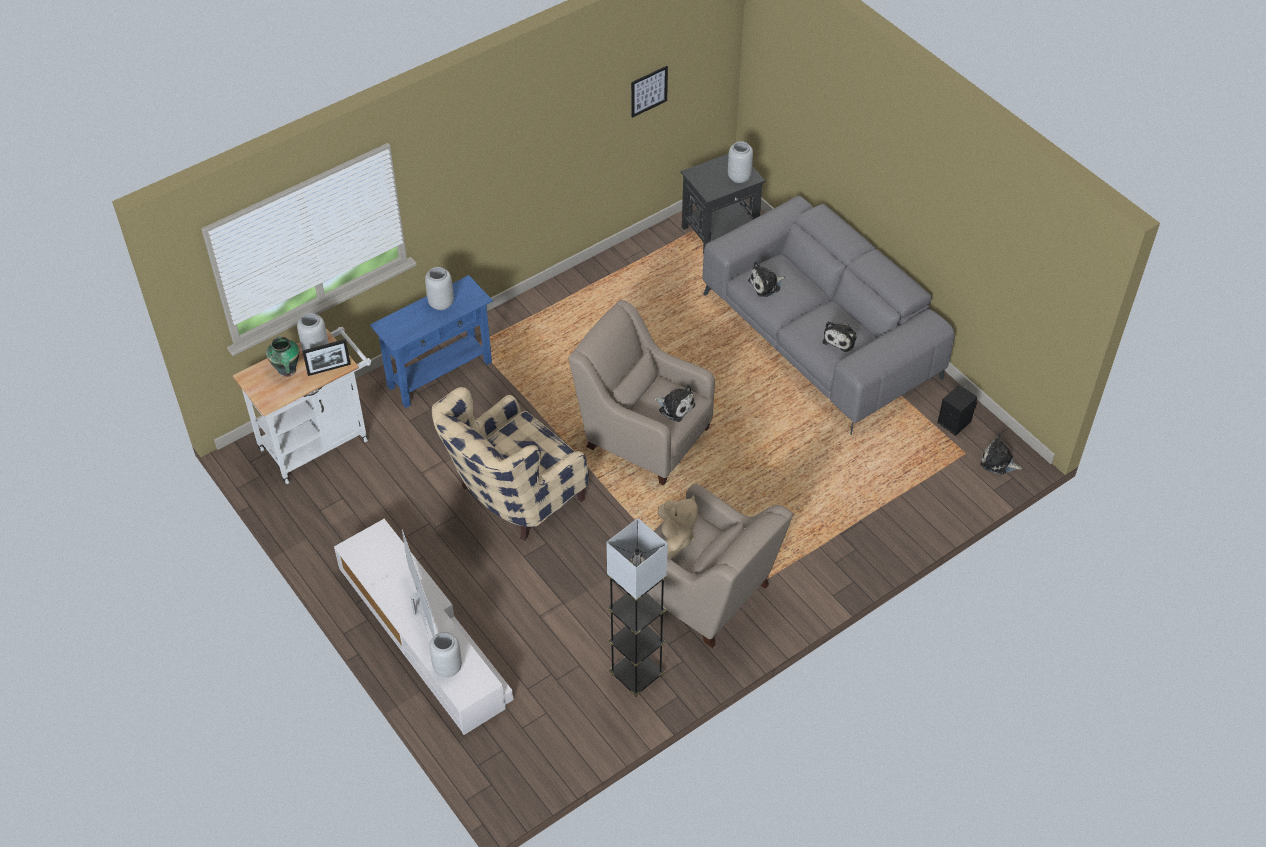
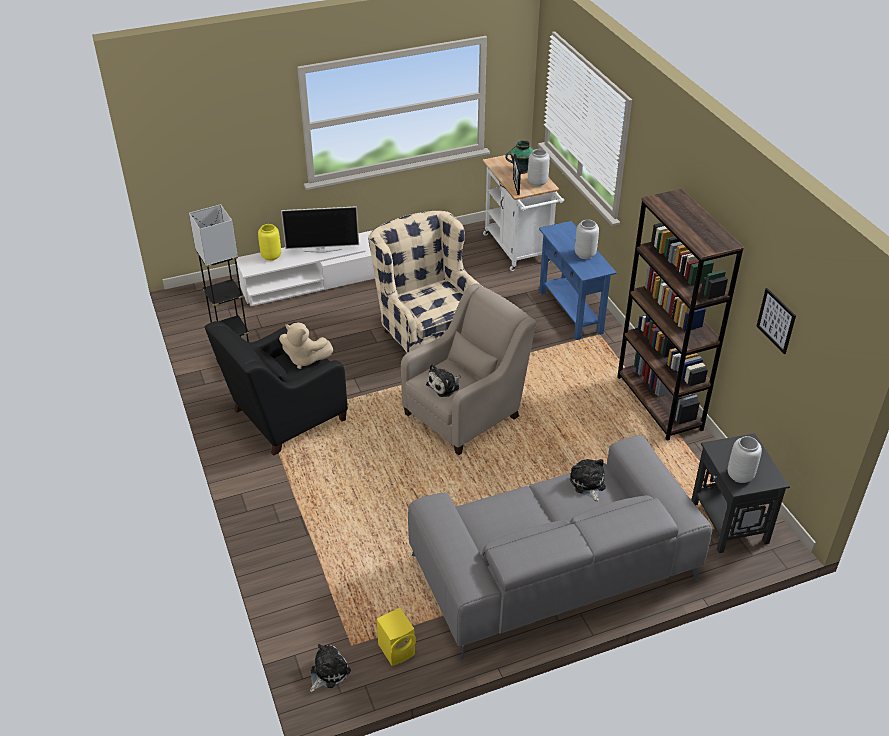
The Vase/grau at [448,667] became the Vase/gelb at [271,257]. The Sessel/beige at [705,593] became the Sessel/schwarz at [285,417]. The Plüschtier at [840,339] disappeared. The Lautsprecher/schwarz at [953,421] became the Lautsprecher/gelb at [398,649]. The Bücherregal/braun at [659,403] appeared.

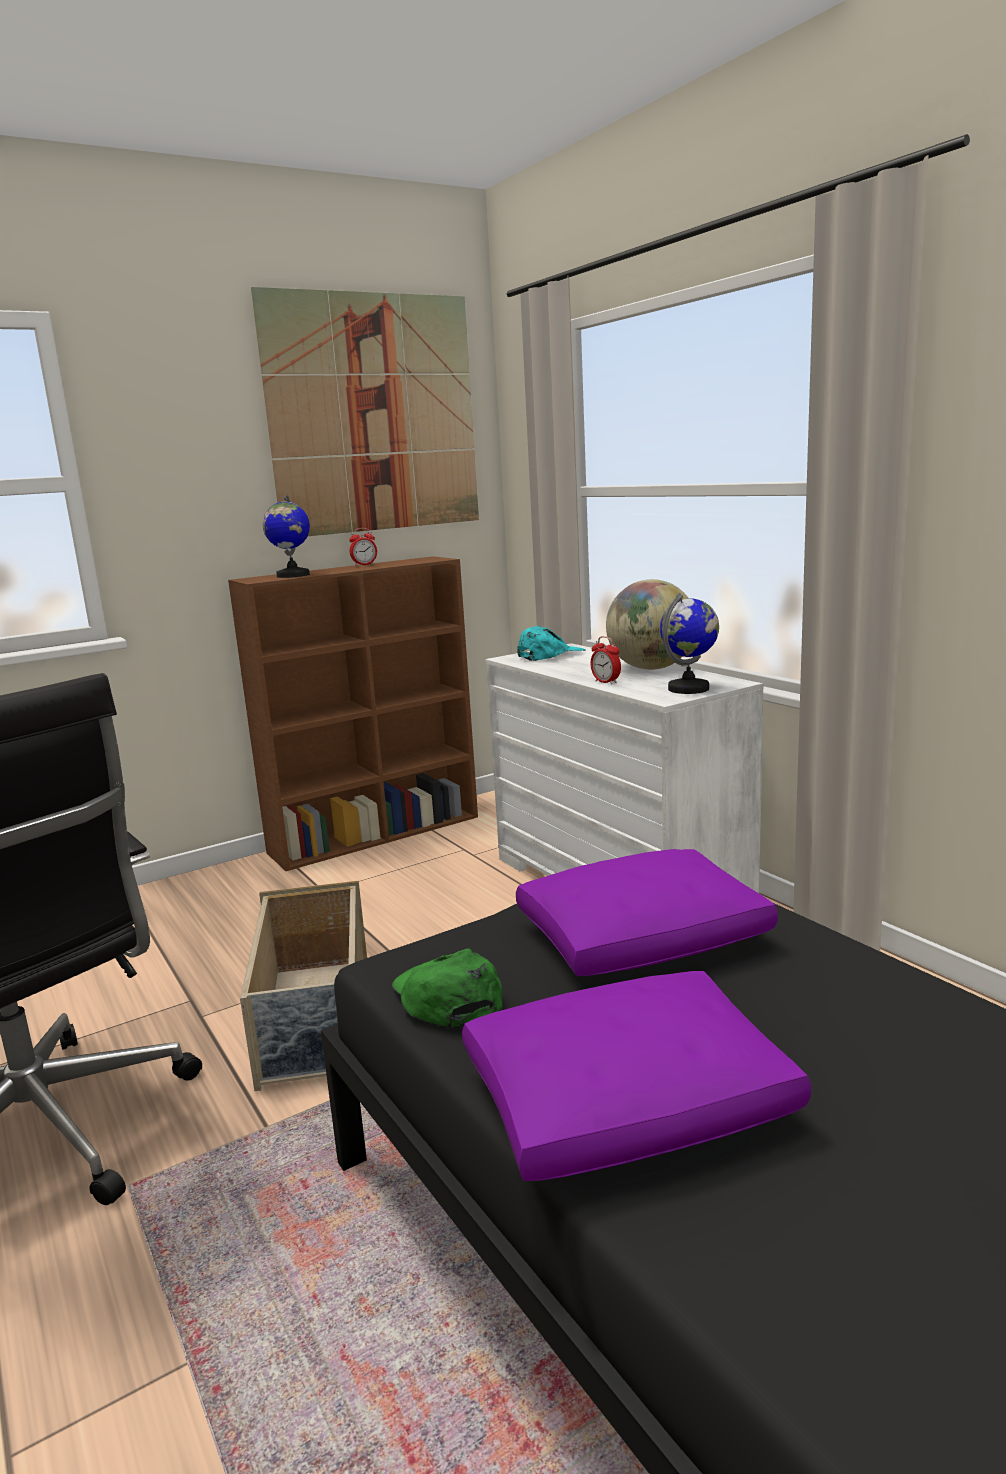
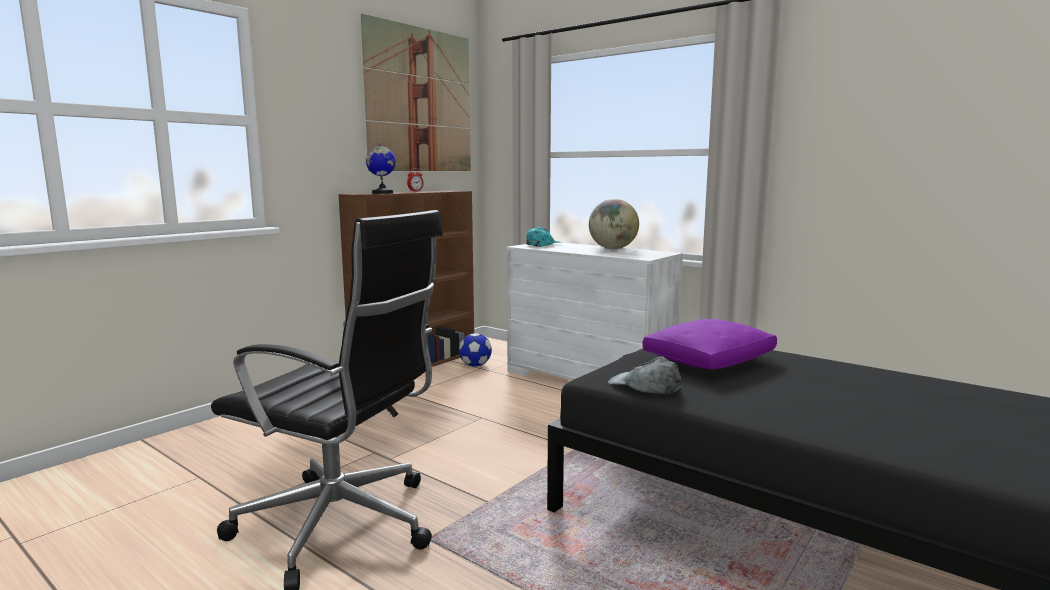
The Aufbewahrungsbox/beige at [316,1021] disappeared. The Kappe/grün at [447,996] became the Kappe/grau at [644,386]. The Kissen/lila at [624,1105] disappeared. The Wecker at [606,682] disappeared. The Globus at [689,689] disappeared. The Fußball at [475,365] appeared.

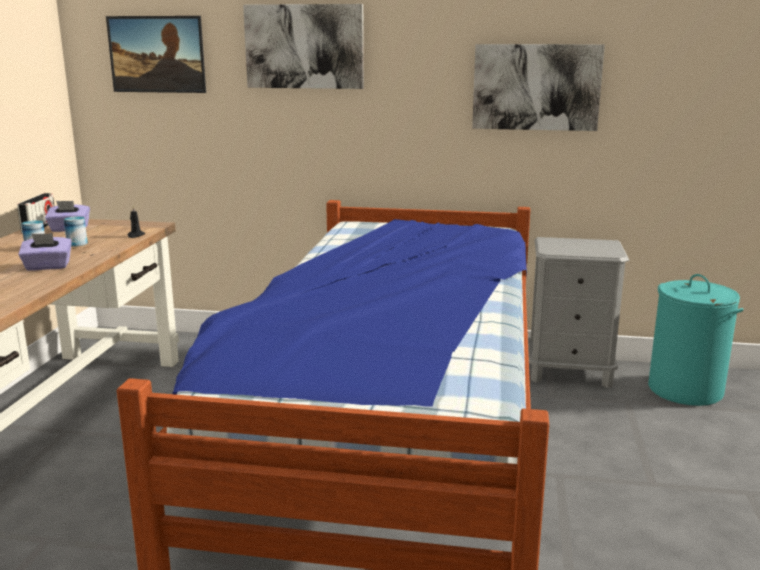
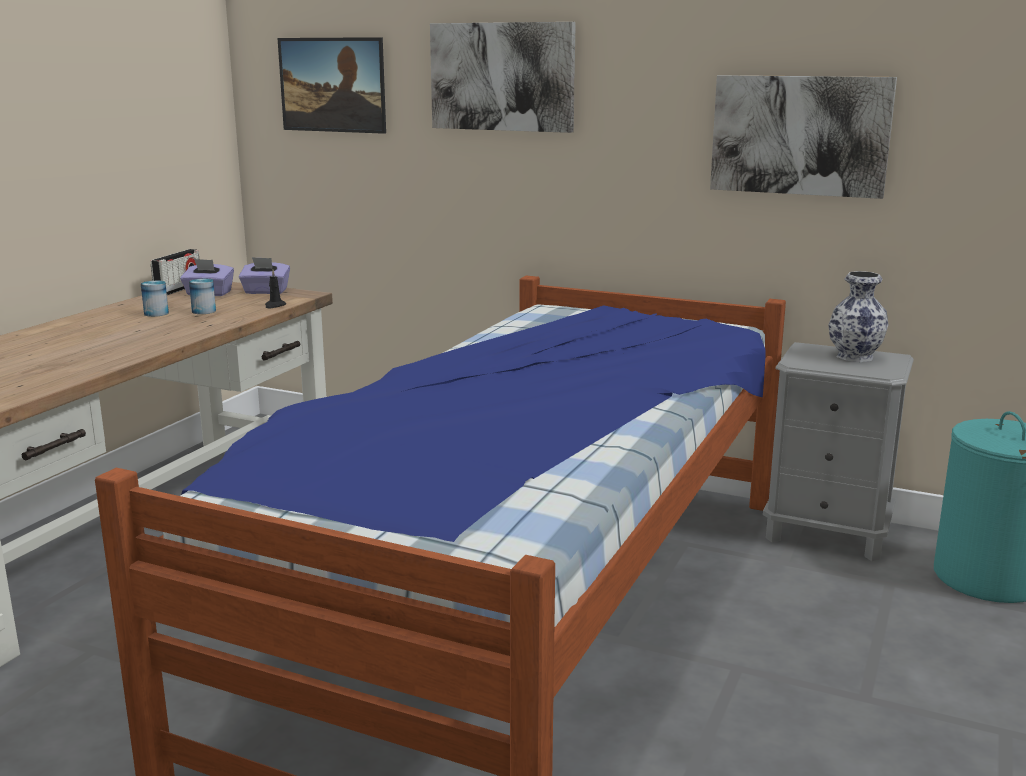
The Taschentuchbox/lila moved from [48,267] to [265,291]. The Vase at [854,357] appeared.

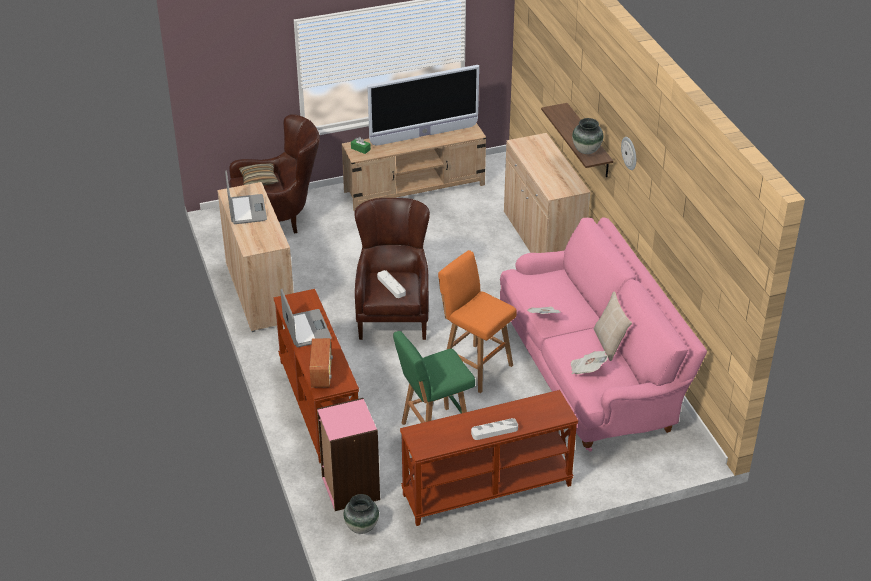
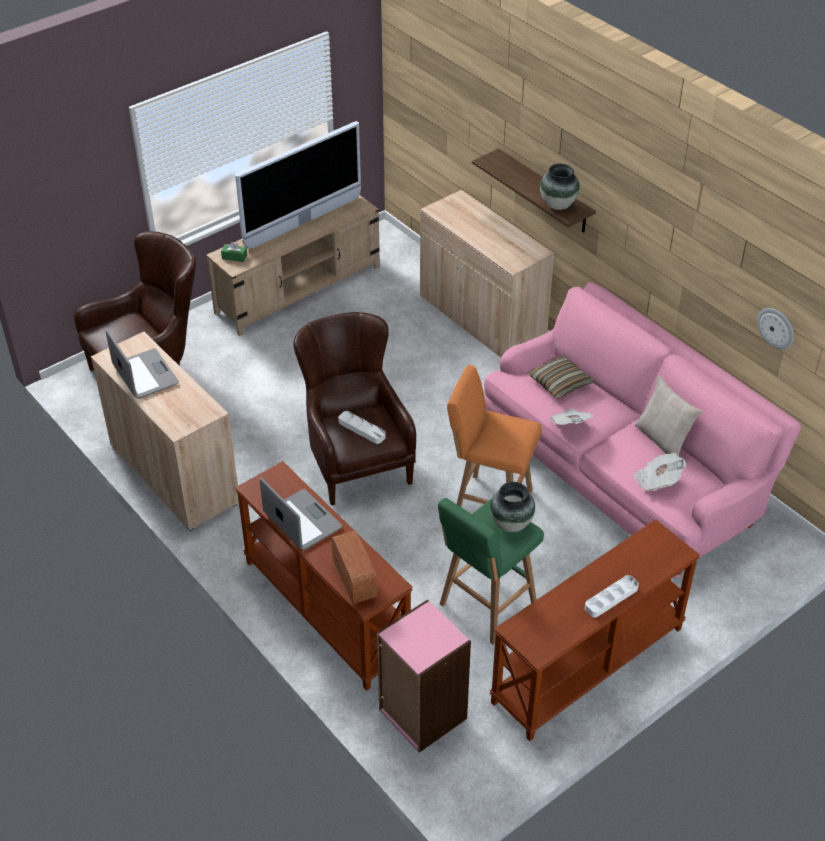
The Kissen moved from [259,180] to [559,383]. The Vase moved from [362,527] to [511,524]. The Wanduhr moved from [629,153] to [776,328].

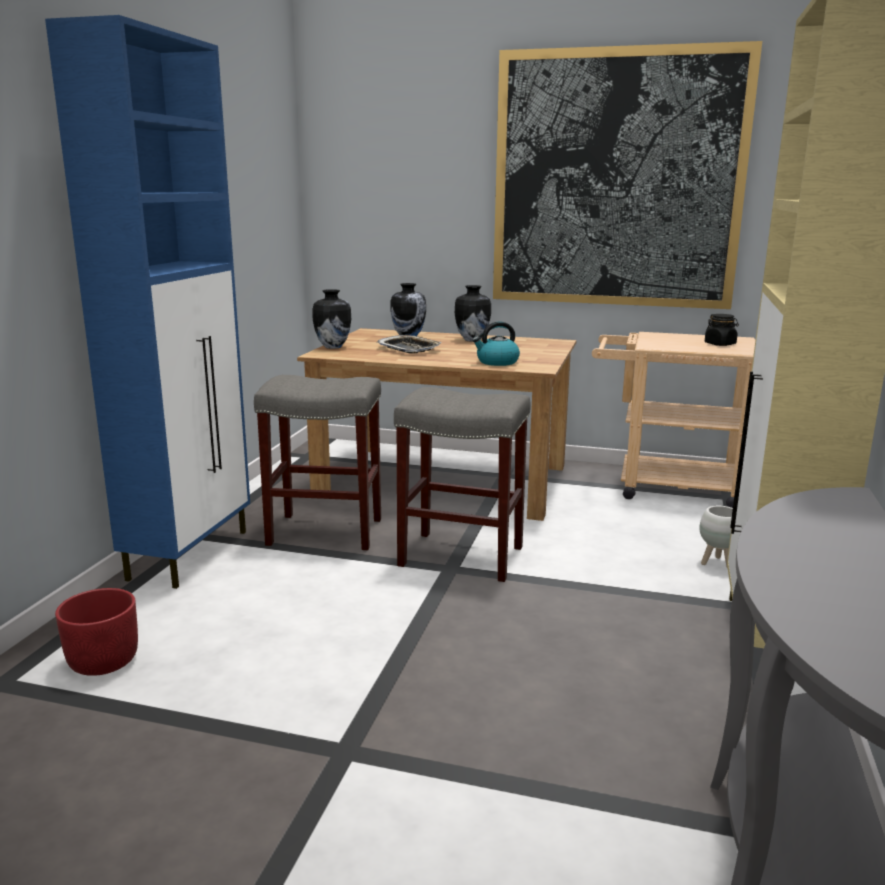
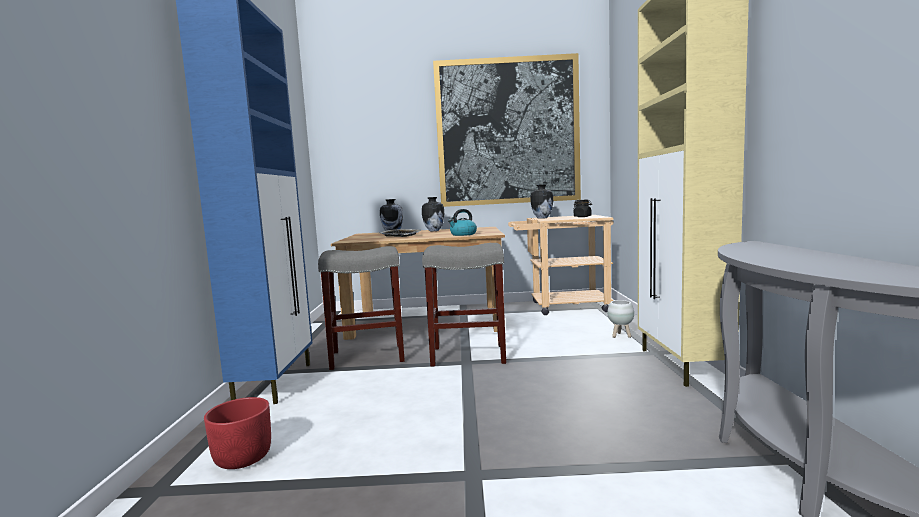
The Vase moved from [332,347] to [542,218].

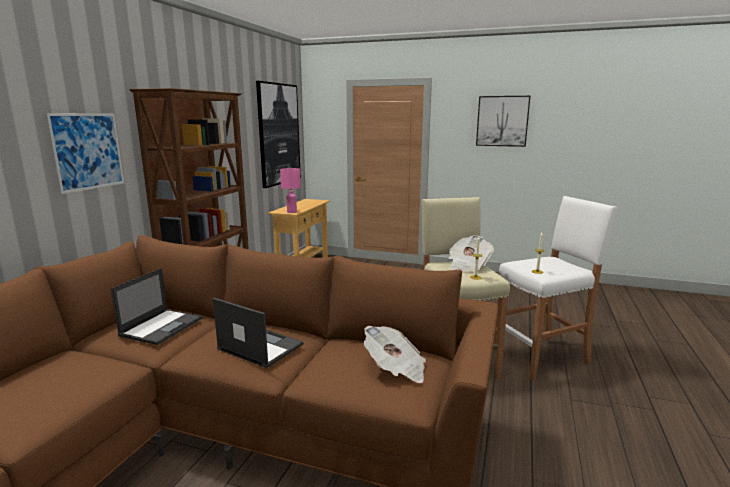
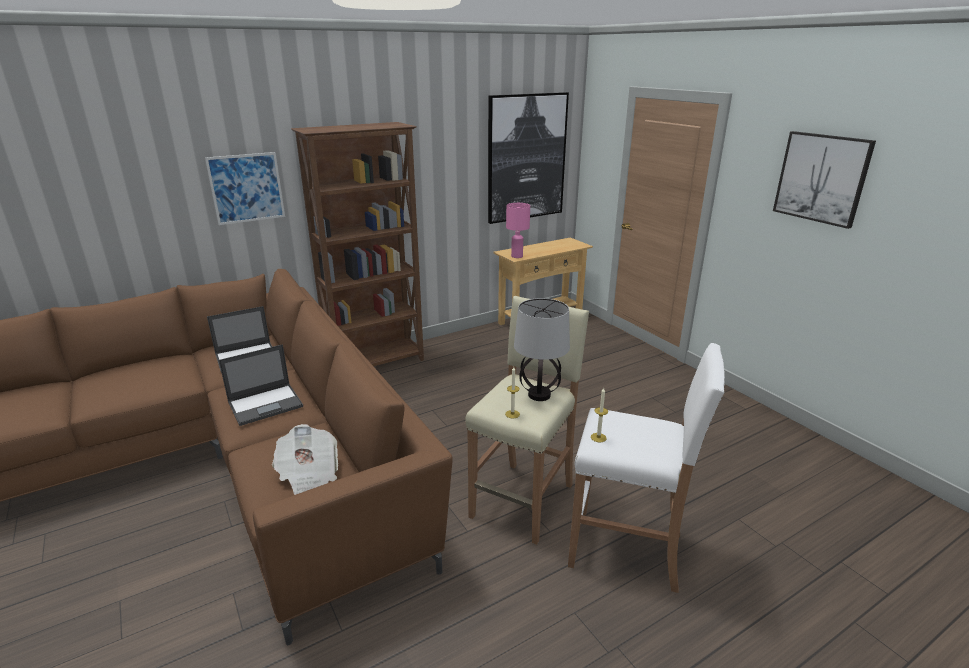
The Laptop at [259,346] turned 75 degrees clockwise. The Zeitung at [468,265] was replaced by the Tischlampe at [539,395].

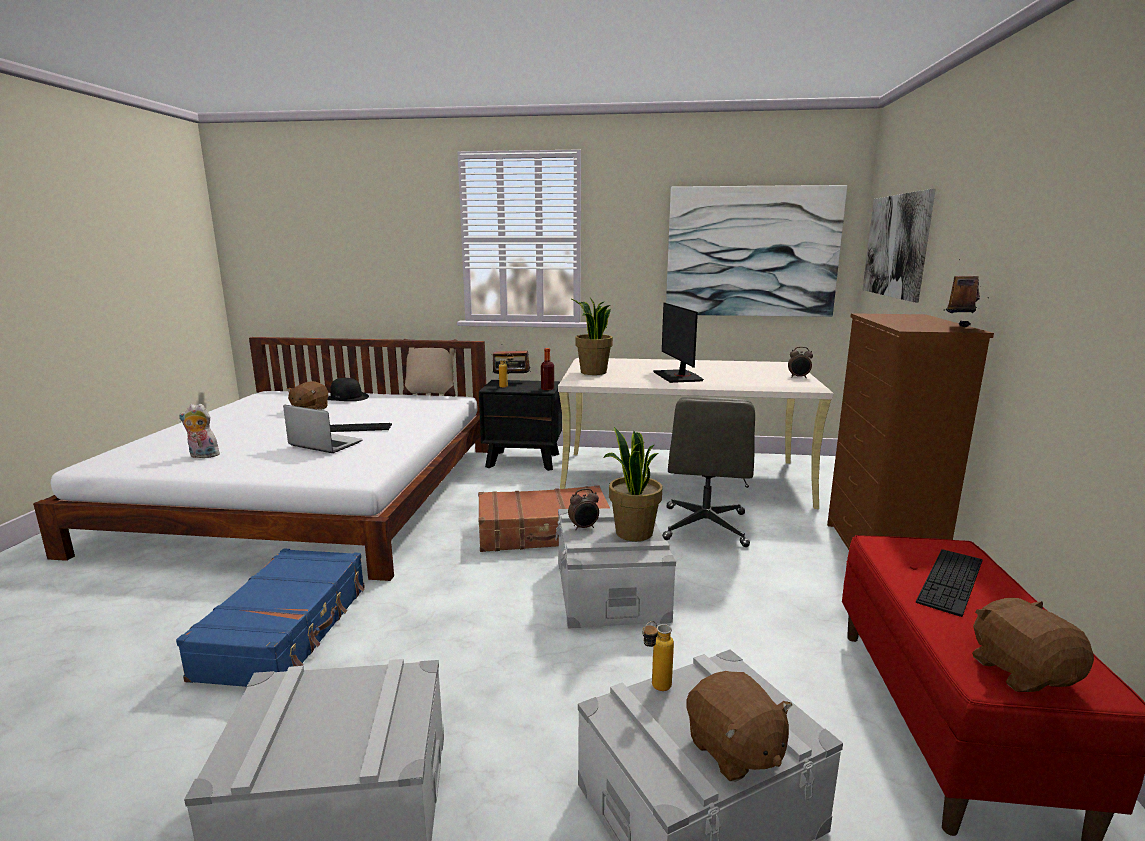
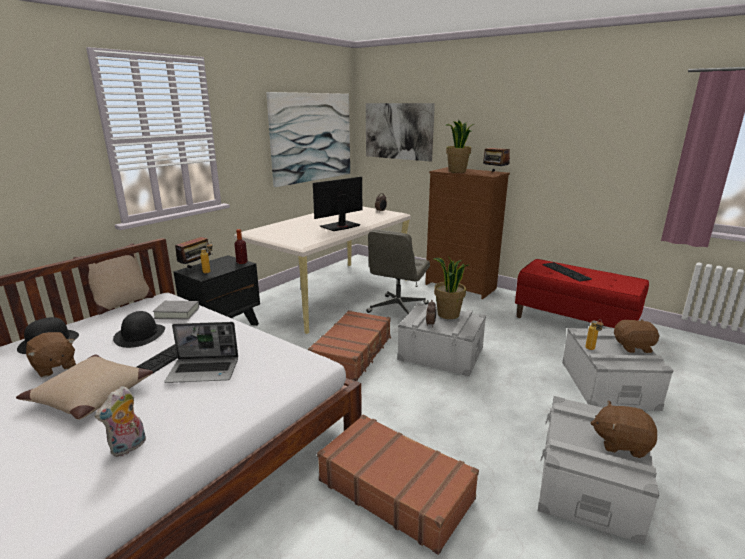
The Koffer/blau at [287,630] became the Koffer/braun at [395,489]. The Laptop at [324,444] turned 150 degrees counterclockwise. The Topfpflanze moved from [593,372] to [457,171]. The Monitor at [678,376] turned 120 degrees clockwise. The Bürostuhl/grau at [705,527] turned 75 degrees clockwise. The Plüschtier/braun moved from [1022,672] to [621,443]. The Kissen/beige at [90,395] appeared. The Hut/schwarz at [140,335] appeared. The Buch/grau at [177,313] appeared.

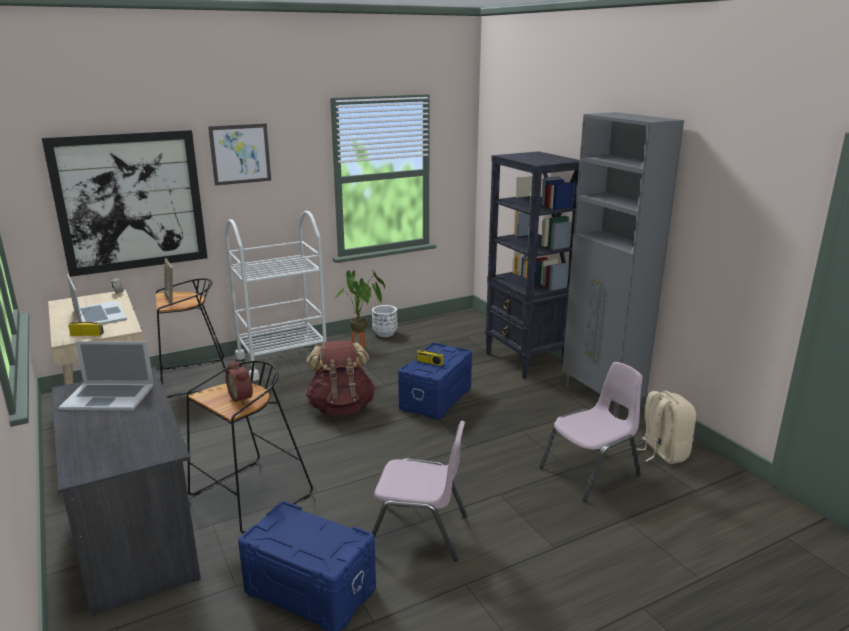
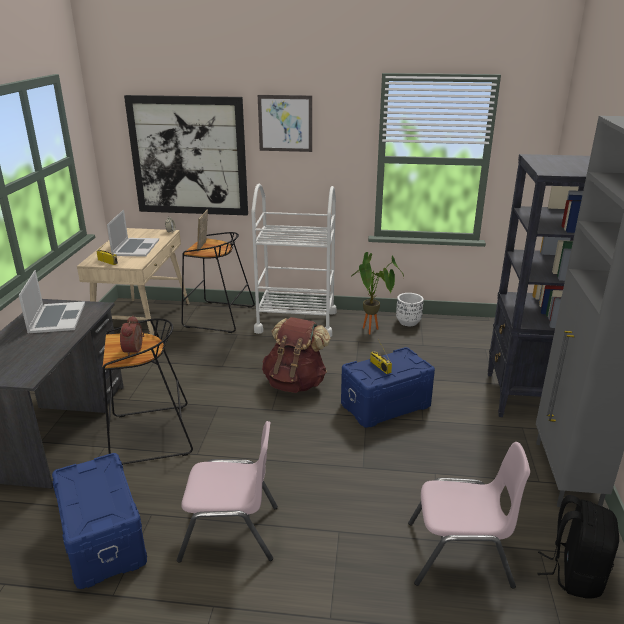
The Laptop at [108,396] turned 135 degrees counterclockwise. The Stuhl/rosa at [418,532] turned 45 degrees counterclockwise. The Rucksack/beige at [662,452] became the Rucksack/schwarz at [574,574].

